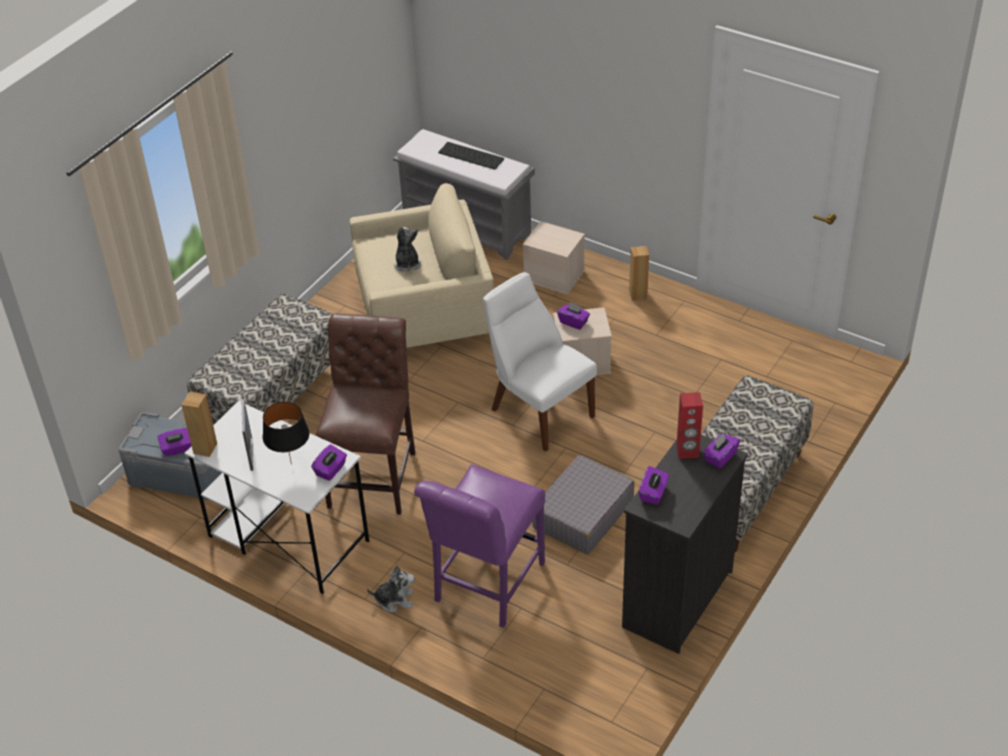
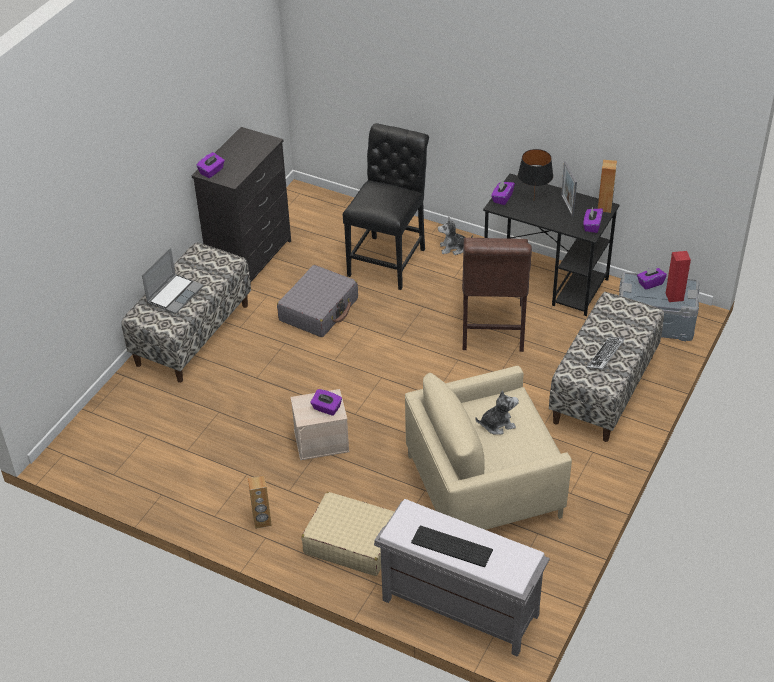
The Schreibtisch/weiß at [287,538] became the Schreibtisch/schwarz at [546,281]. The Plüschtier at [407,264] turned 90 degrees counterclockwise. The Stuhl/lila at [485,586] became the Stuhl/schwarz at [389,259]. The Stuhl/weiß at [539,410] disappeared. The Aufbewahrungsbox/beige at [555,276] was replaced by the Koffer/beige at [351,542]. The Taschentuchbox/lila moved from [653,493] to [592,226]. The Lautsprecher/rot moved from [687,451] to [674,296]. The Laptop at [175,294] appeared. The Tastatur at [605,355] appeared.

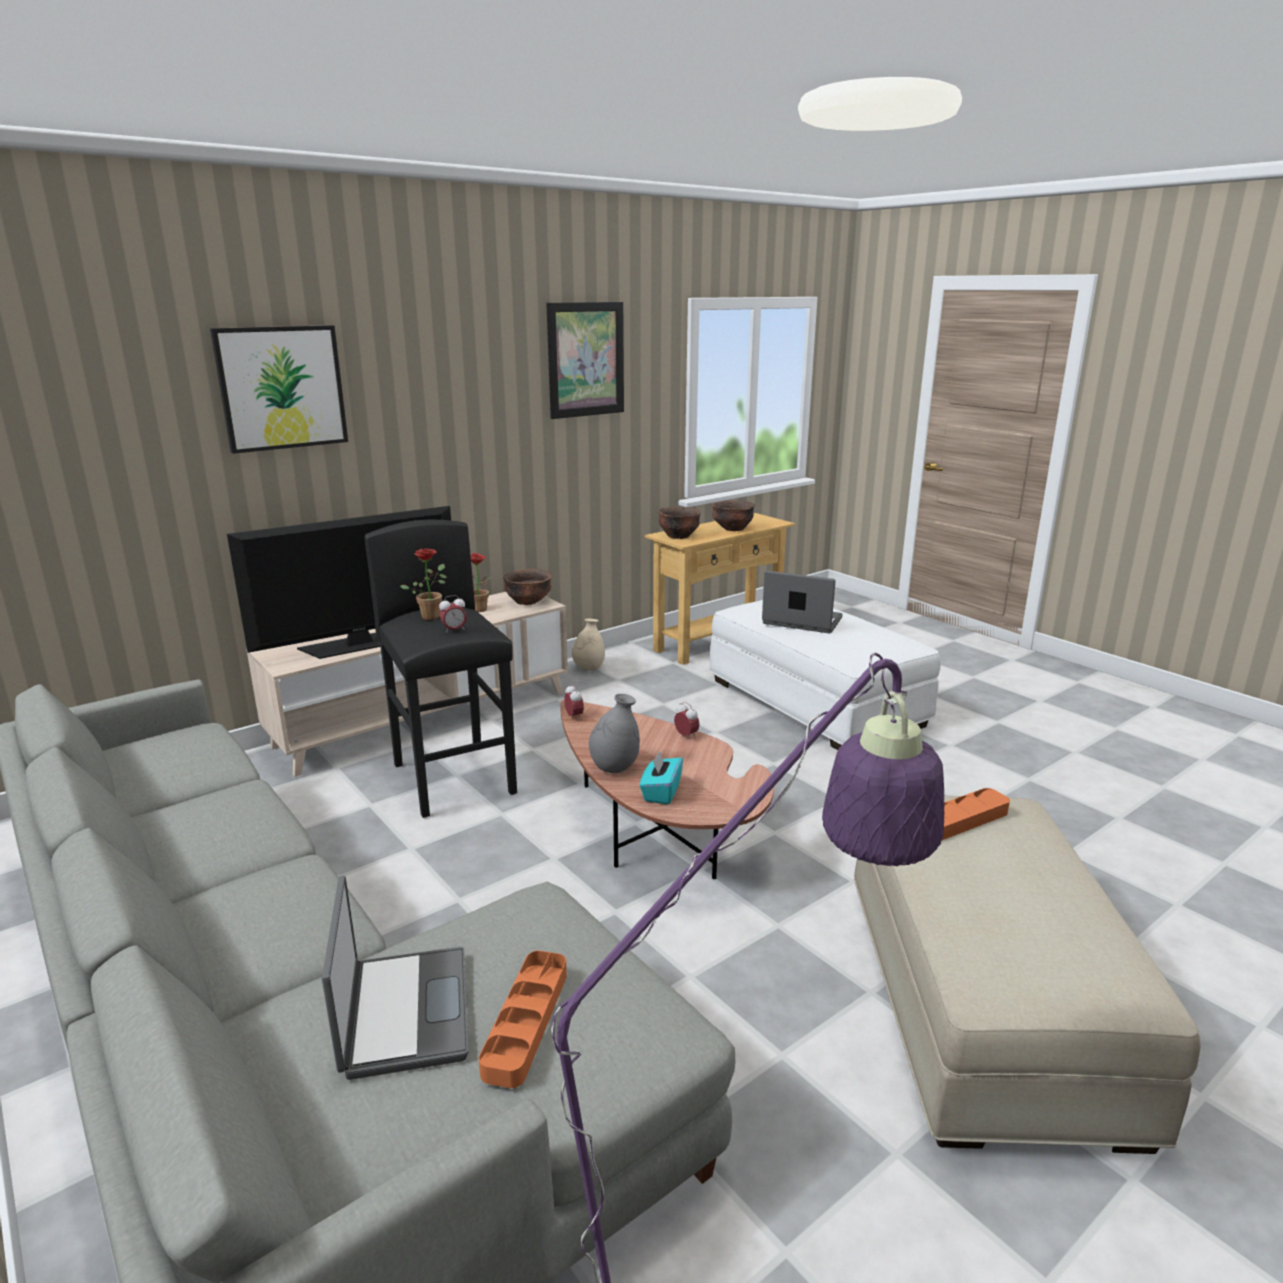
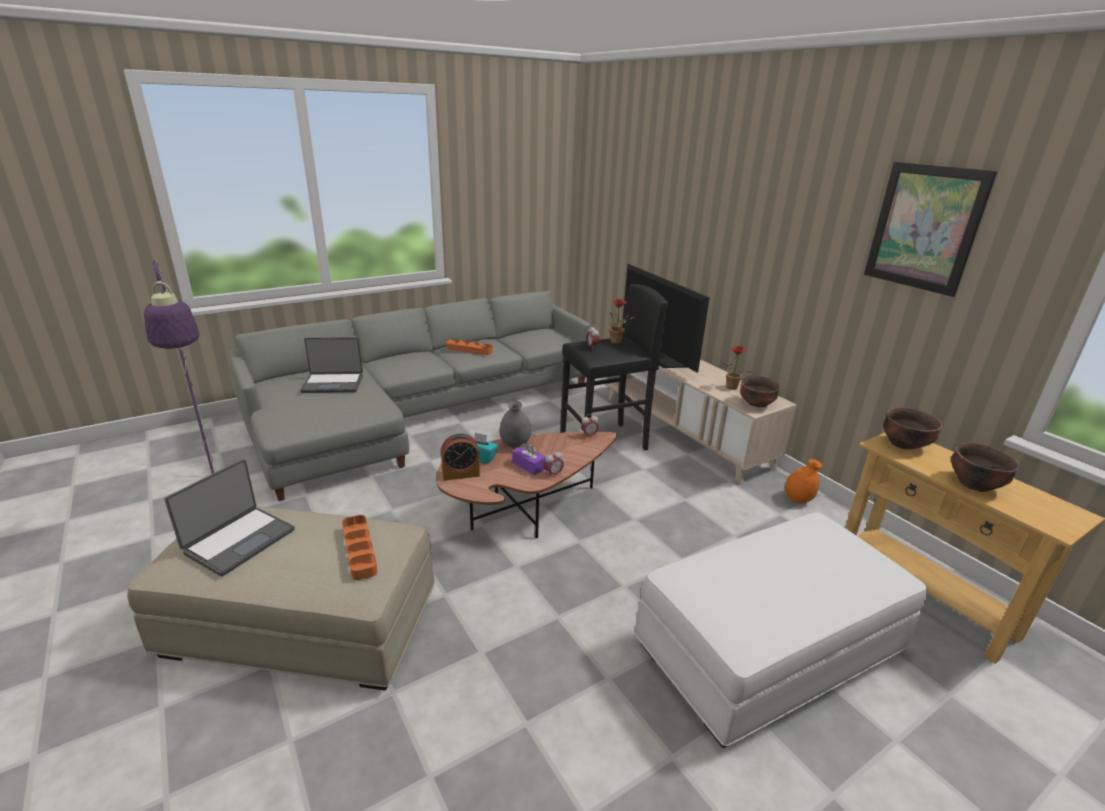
The Bild at [281,388] disappeared. The Tablett/orange moved from [526,1022] to [469,350]. The Vase/beige at [588,669] became the Vase/orange at [798,499]. The Laptop moved from [801,621] to [239,540]. The Wecker at [461,474] appeared. The Taschentuchbox/lila at [529,465] appeared.

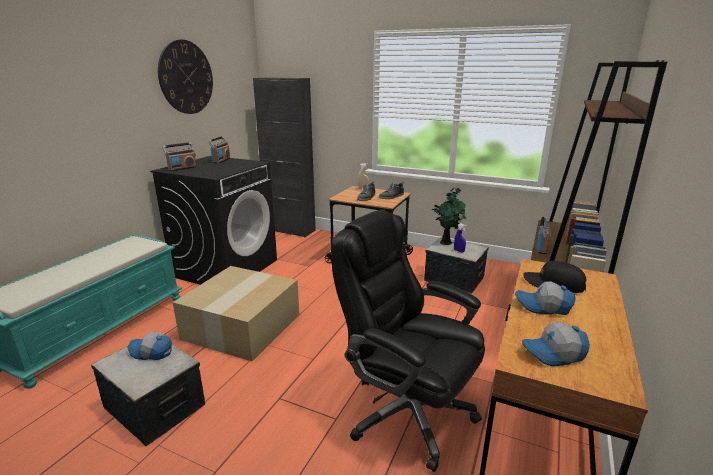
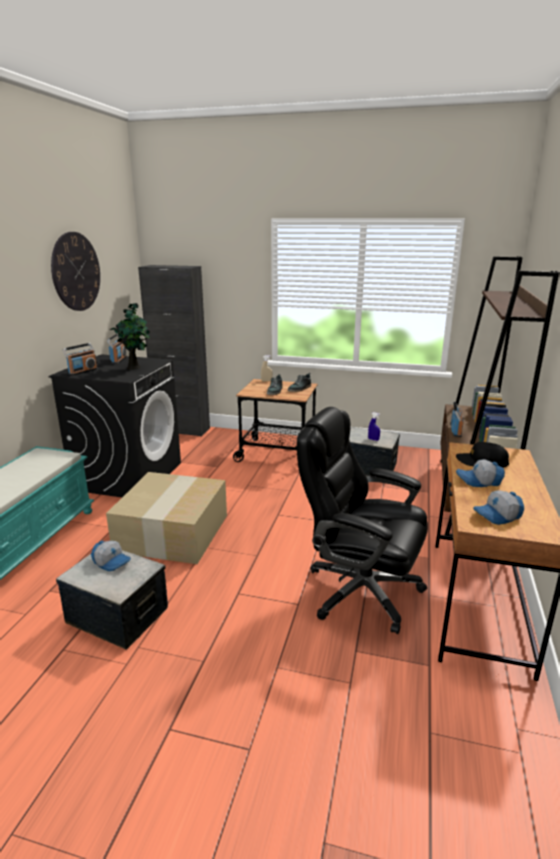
The Kappe at [151,352] turned 150 degrees counterclockwise. The Topfpflanze moved from [446,242] to [135,367].

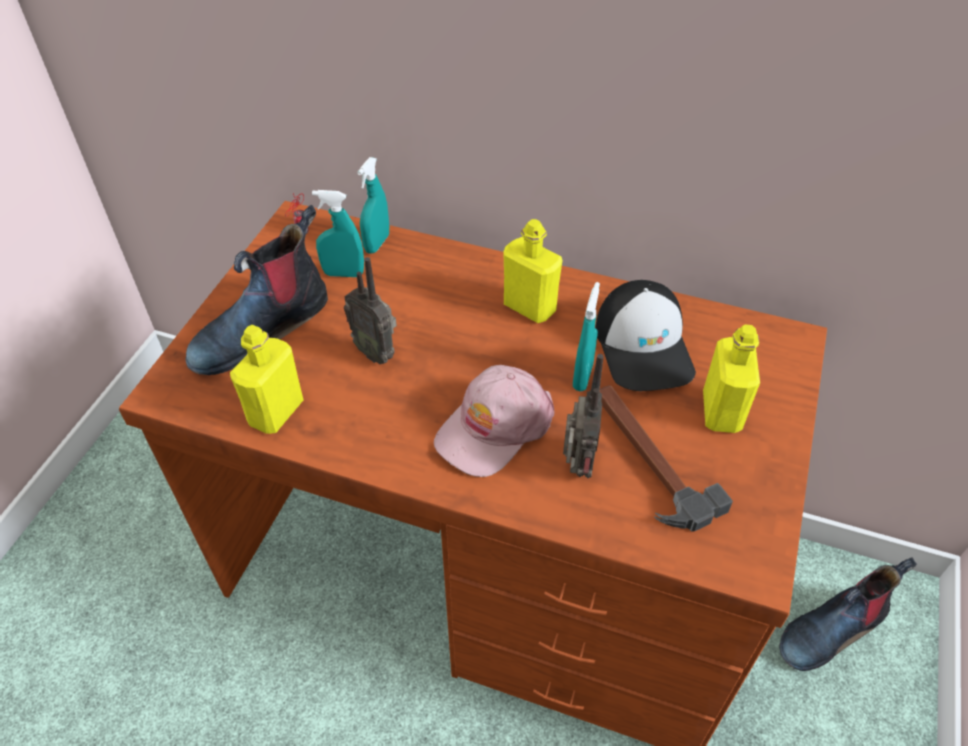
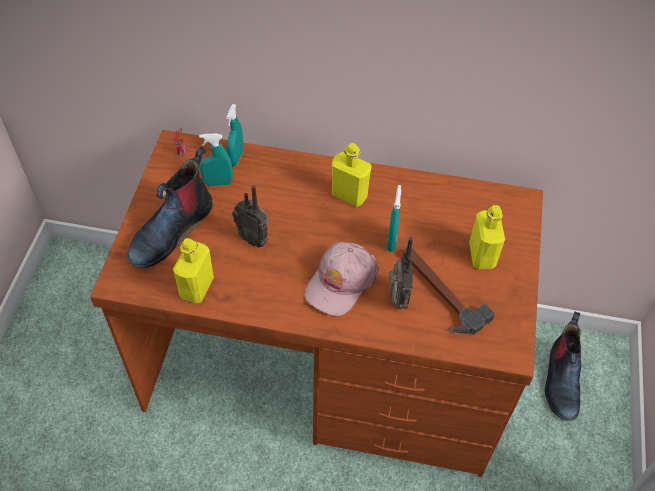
The Kappe at [644,346] disappeared. The Stiefel at [831,629] turned 45 degrees counterclockwise.

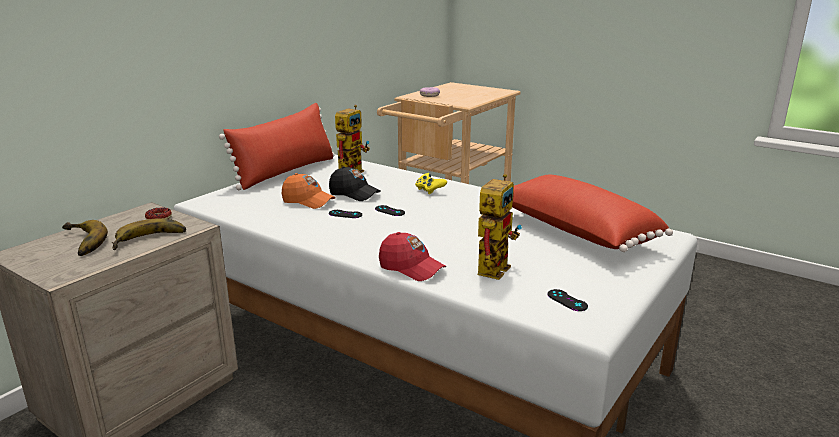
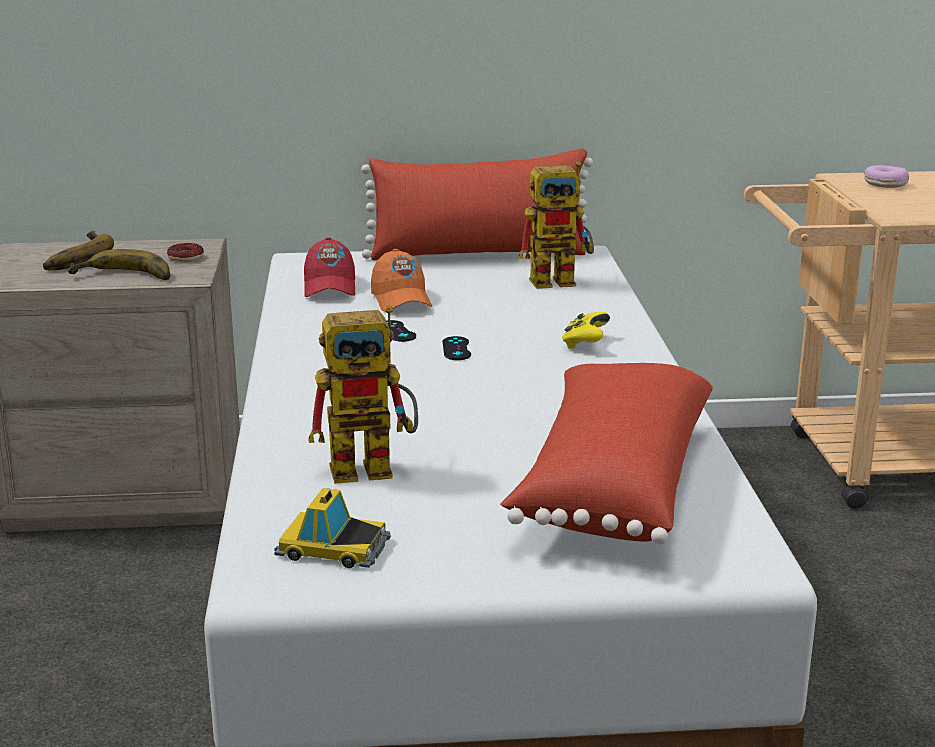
The Kappe/schwarz at [354,194] disappeared. The Kappe/rot moved from [411,268] to [329,287]. The Gamepad/schwarz at [567,300] was replaced by the Spielzeugauto at [333,547].

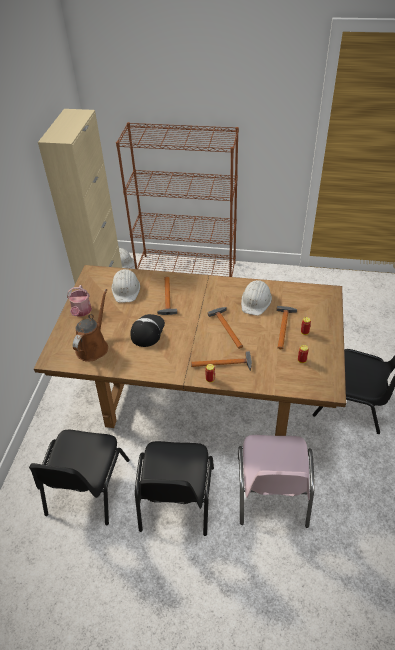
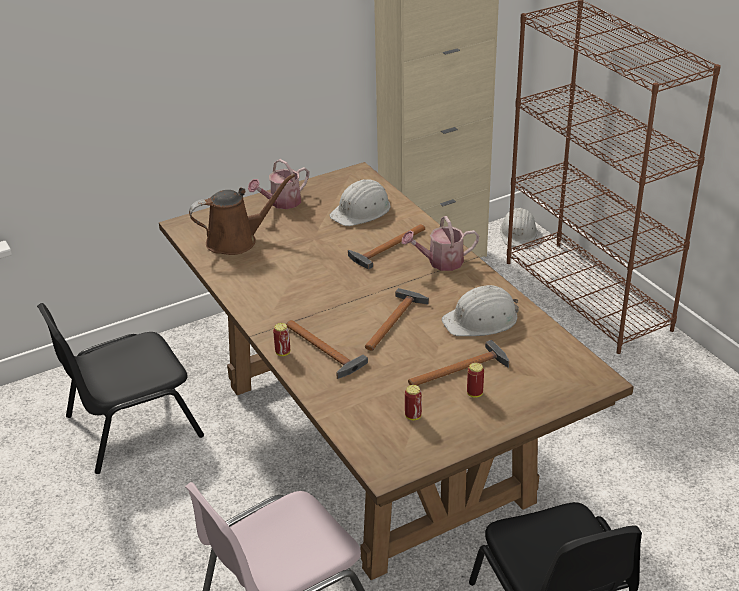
The Kappe at [147,331] disappeared. The Stuhl/schwarz at [176,499] disappeared. The Gießkanne at [440,262] appeared.

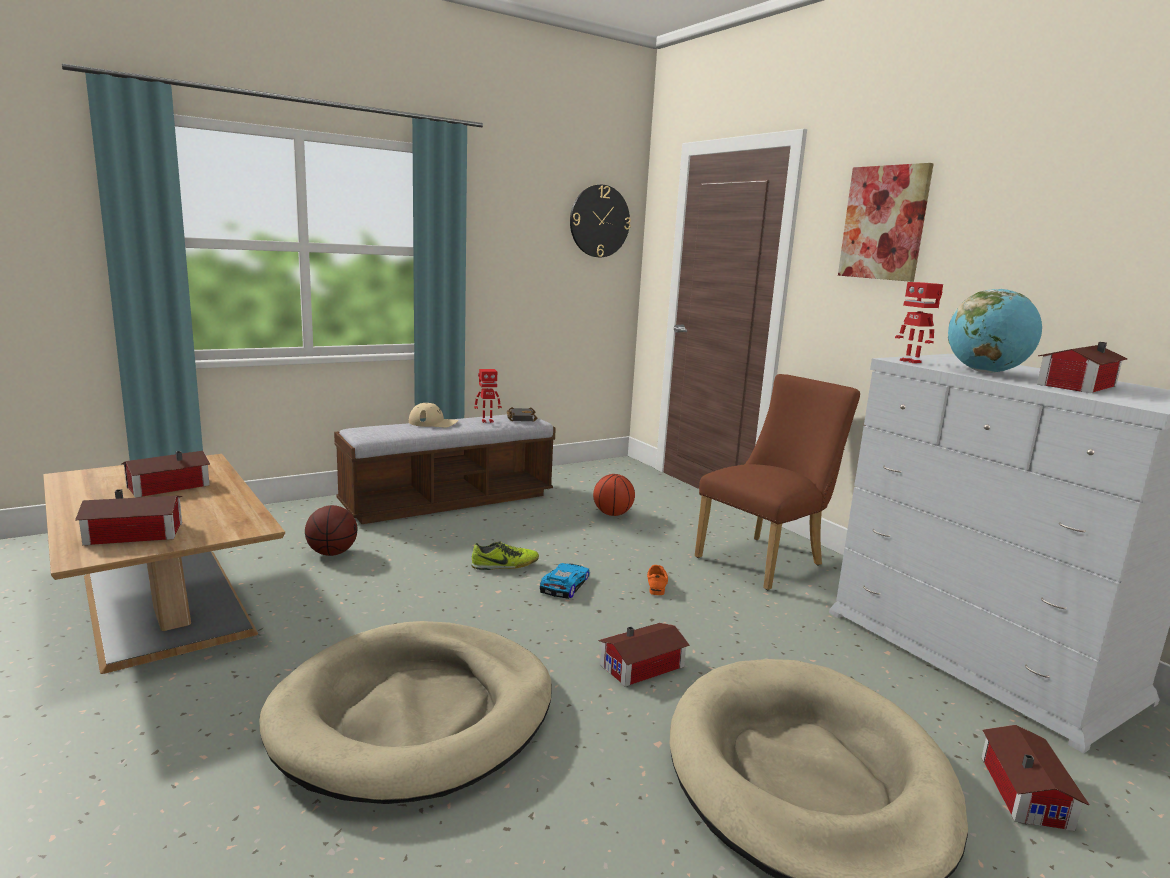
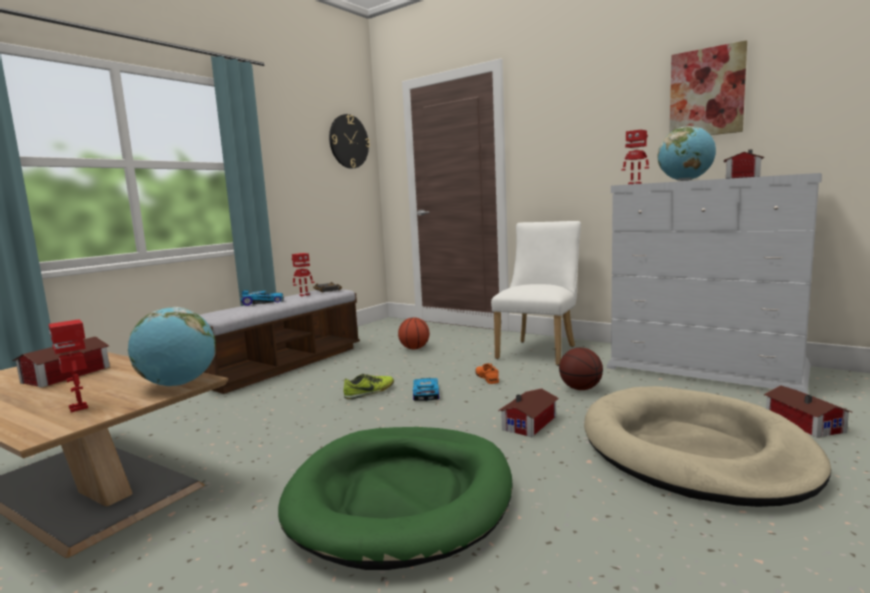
The Spielzeughaus at [136,534] was replaced by the Spielzeugroboter at [80,407]. The Hundebett/beige at [415,714] became the Hundebett/grün at [401,497]. The Basketball moved from [332,553] to [580,389]. The Kappe/beige at [433,423] was replaced by the Spielzeugauto at [262,302]. The Stuhl/braun at [766,559] became the Stuhl/weiß at [539,351]. The Bild moved from [884,223] to [706,92]. The Globus at [178,384] appeared.

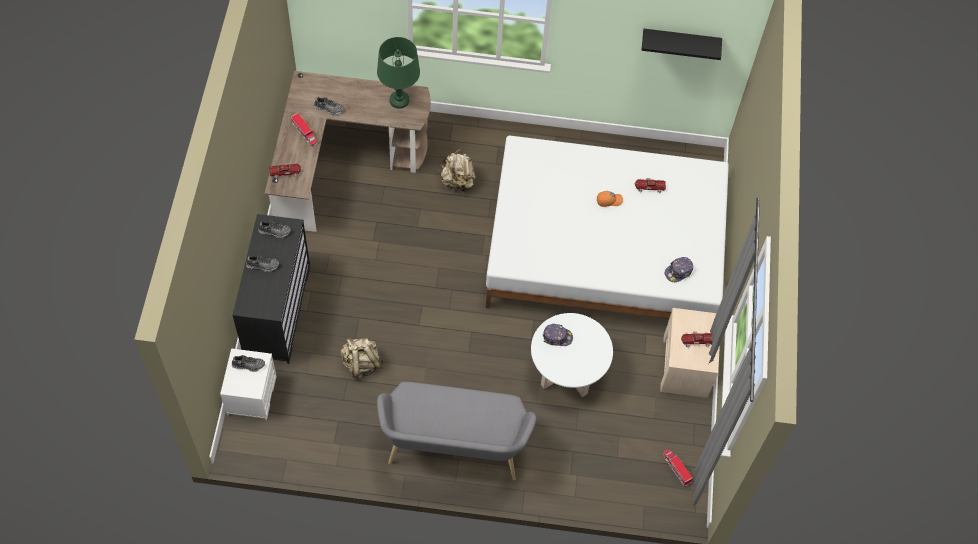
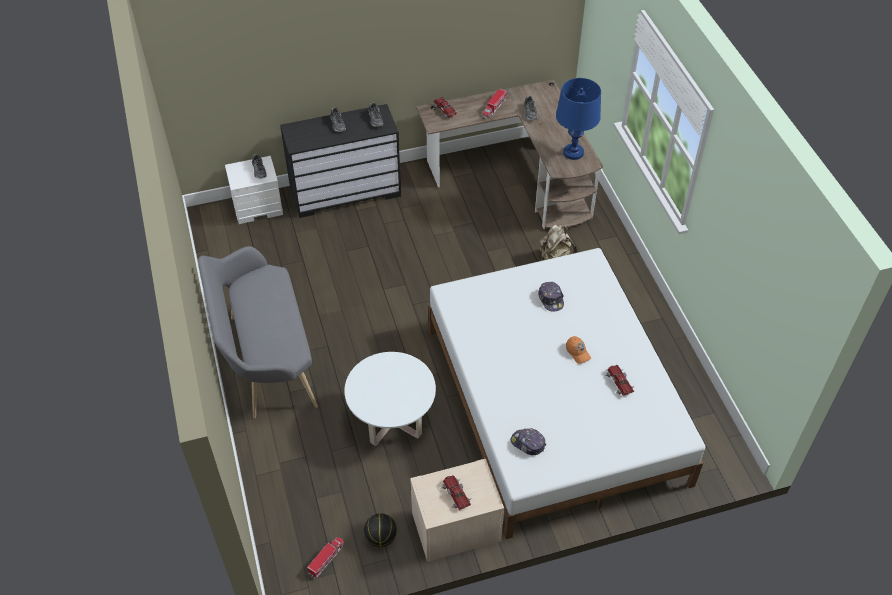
The Rucksack/beige at [361,364] disappeared. The Tischlampe/grün at [399,100] became the Tischlampe/blau at [573,152]. The Kappe moved from [557,337] to [551,299]. The Wandregal/schwarz at [680,41] disappeared. The Basketball at [380,537] appeared.

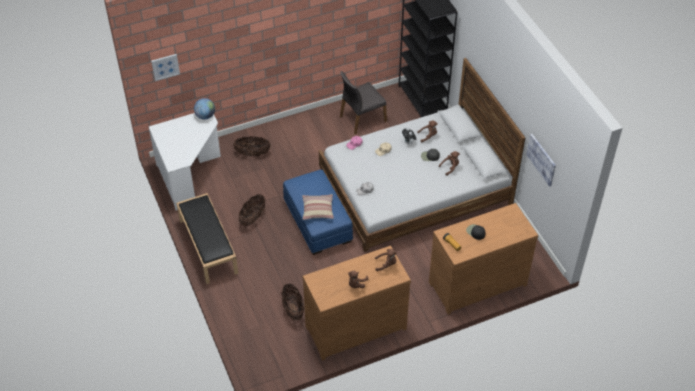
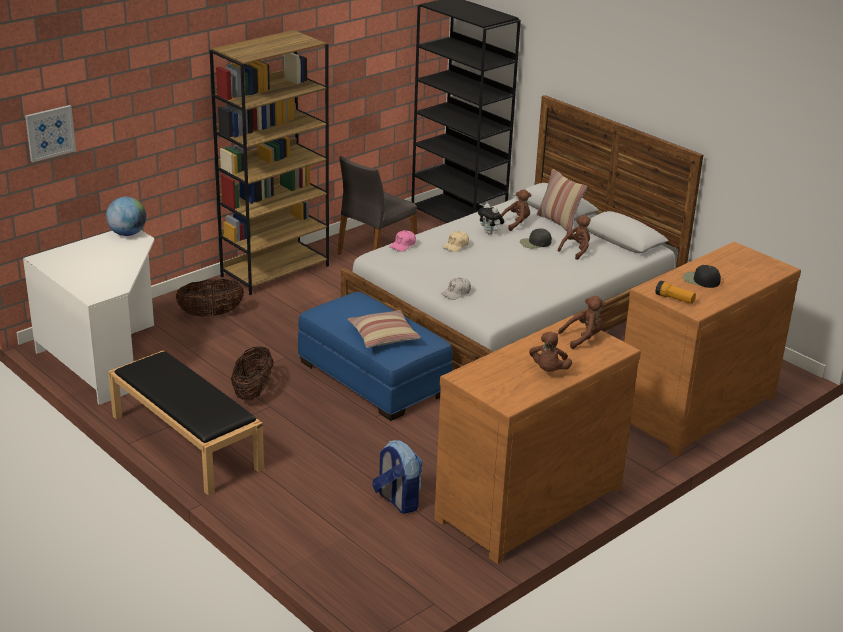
The Korb at [293,309] was replaced by the Rucksack at [397,500]. The Bild at [541,159] disappeared. The Bücherregal/braun at [275,271] appeared. The Kissen at [559,222] appeared.

